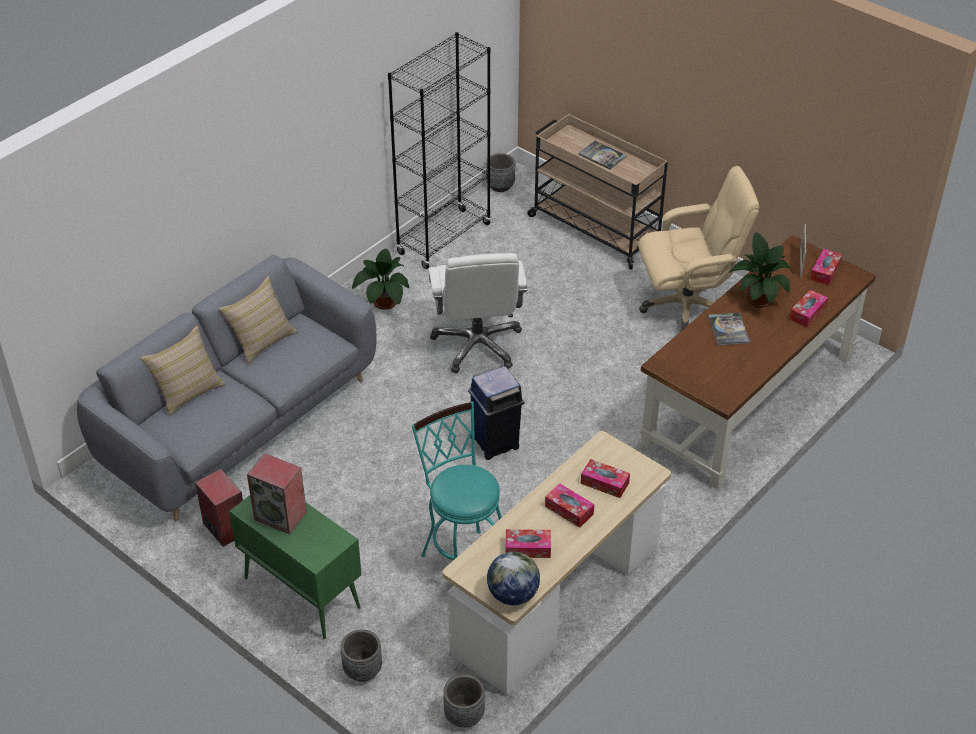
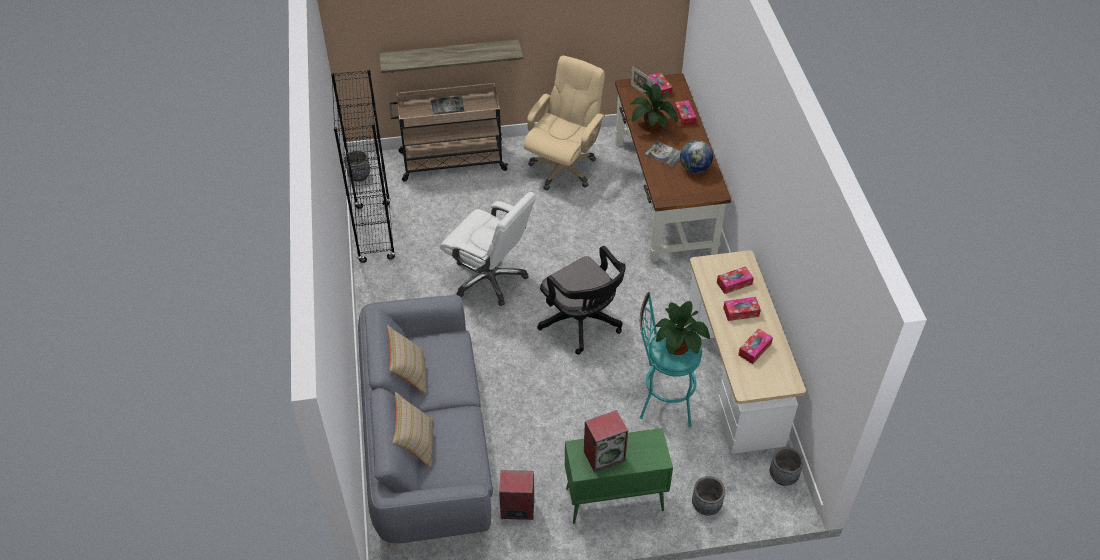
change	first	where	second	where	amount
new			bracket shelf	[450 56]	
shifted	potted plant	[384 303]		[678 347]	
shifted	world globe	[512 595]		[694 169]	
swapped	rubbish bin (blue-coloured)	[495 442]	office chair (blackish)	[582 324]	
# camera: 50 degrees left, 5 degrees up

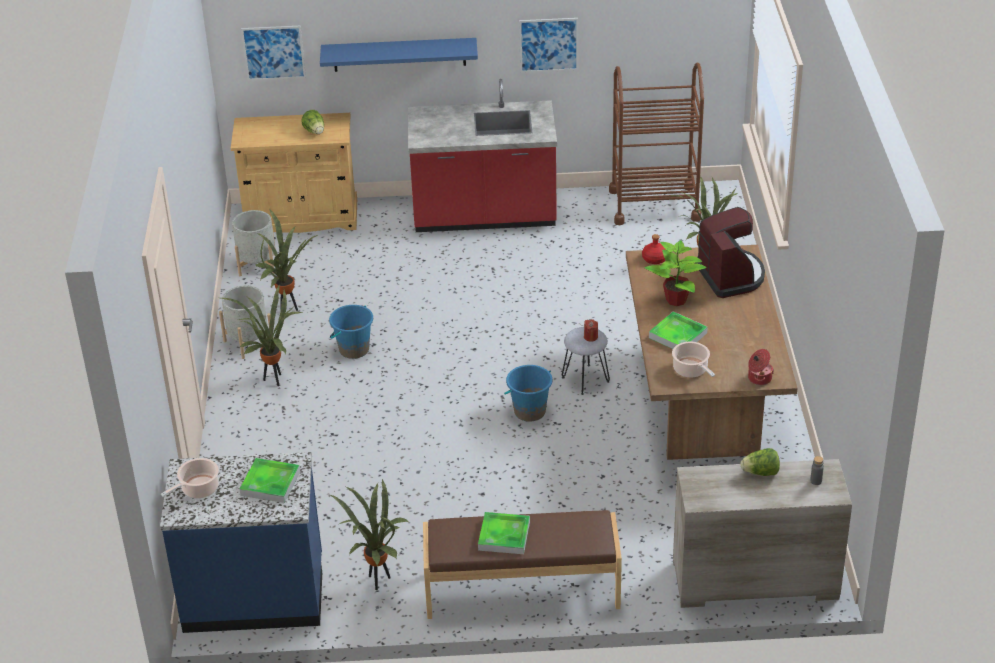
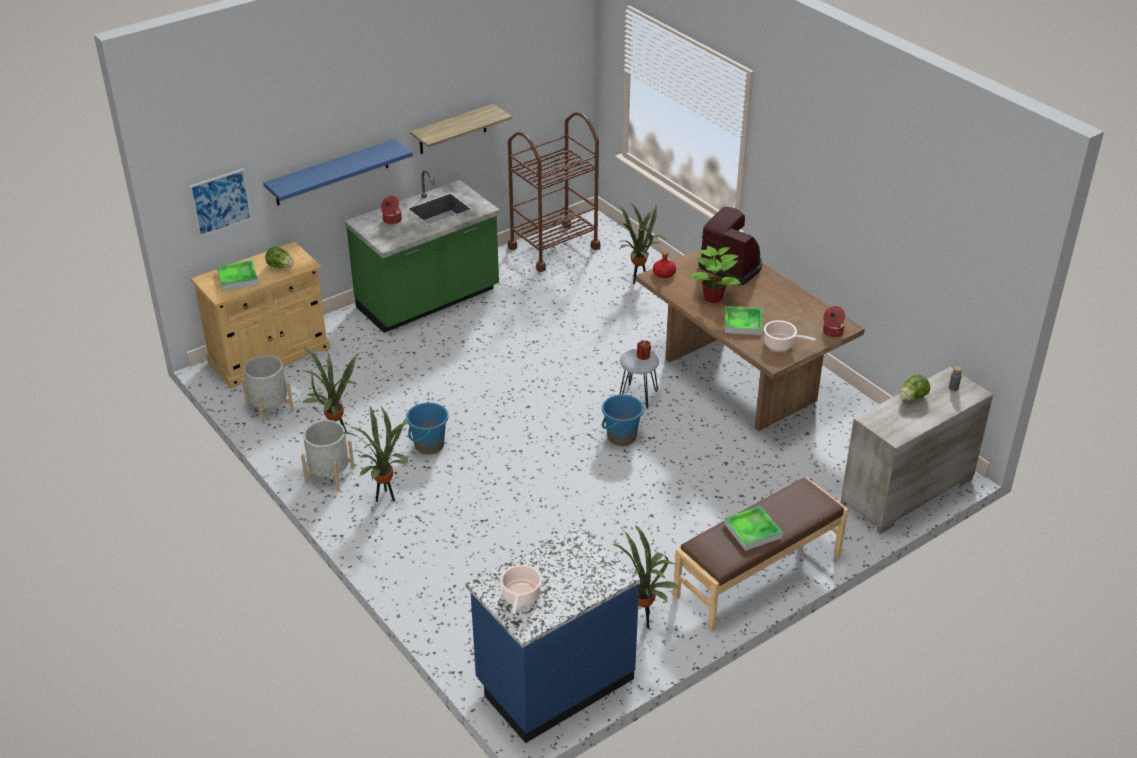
change	first	where	second	where	amount
new			stockpot	[391 220]	
shifted	tray	[270 483]		[238 278]	
swapped	wall picture	[548 45]	bracket shelf	[452 129]	
repainted	counter (reddish)	[484 216]	counter (green)	[428 300]	
# camera: 35 degrees left, 0 degrees up

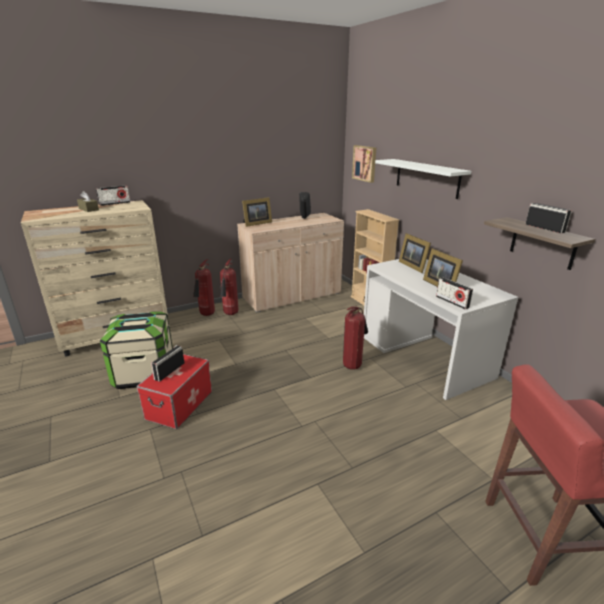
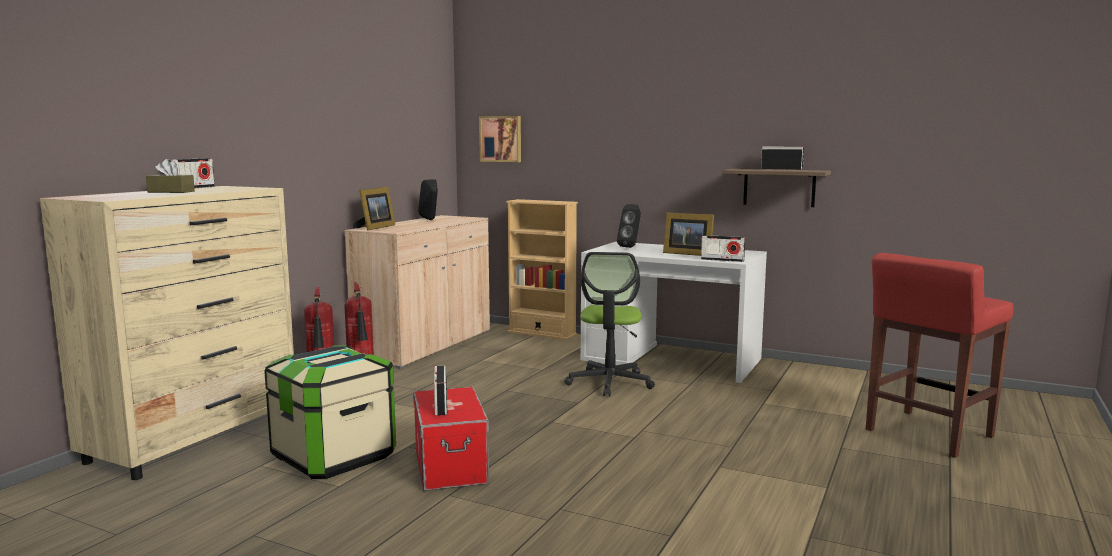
change	first	where	second	where	amount
gone	bracket shelf (whitish)	[426 178]			
swapped	extinguisher	[353 365]	office chair	[609 382]	
swapped	standing frame	[413 266]	loudspeaker (blackish)	[630 247]	
# camera: 35 degrees left, 15 degrees down

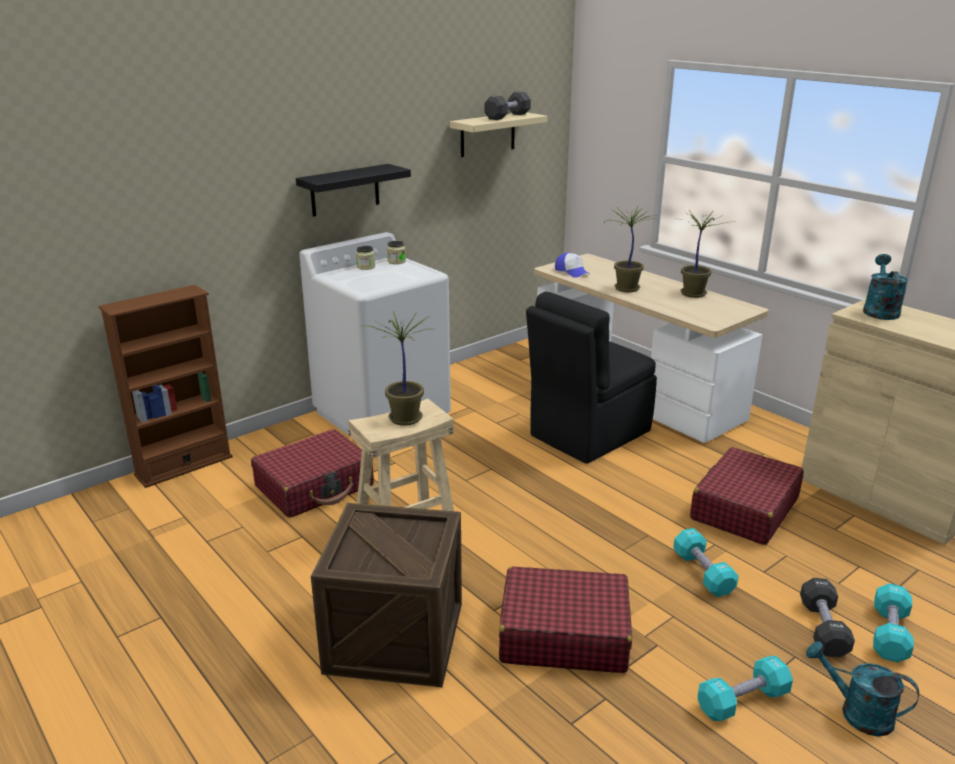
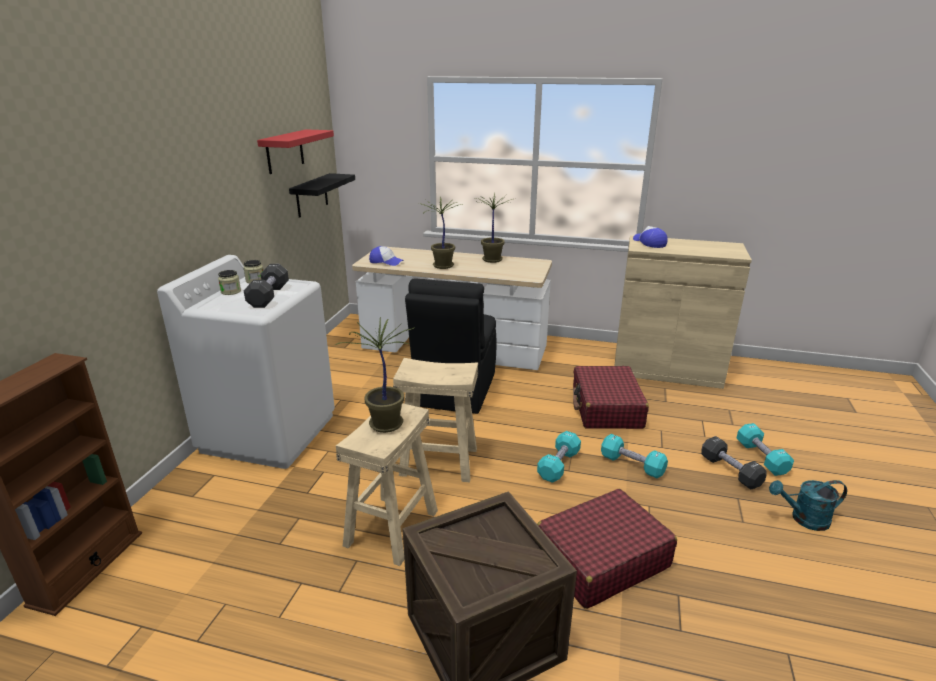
change	first	where	second	where	amount
gone	suitcase (reddish)	[315 486]			
new			sitting stool (beige-coloured)	[439 461]	
shifted	bracket shelf (blackish)	[345 190]		[311 195]	
shifted	free weight (blackish)	[507 116]		[269 296]	
shifted	free weight (blue-green)	[742 701]		[558 465]	
swapped	sprinkling can (blue-green)	[879 310]	baseball cap	[649 242]	
repainted	bracket shelf (beige-coloured)	[487 134]	bracket shelf (reddish)	[285 151]	
# camera: 35 degrees left, 0 degrees up

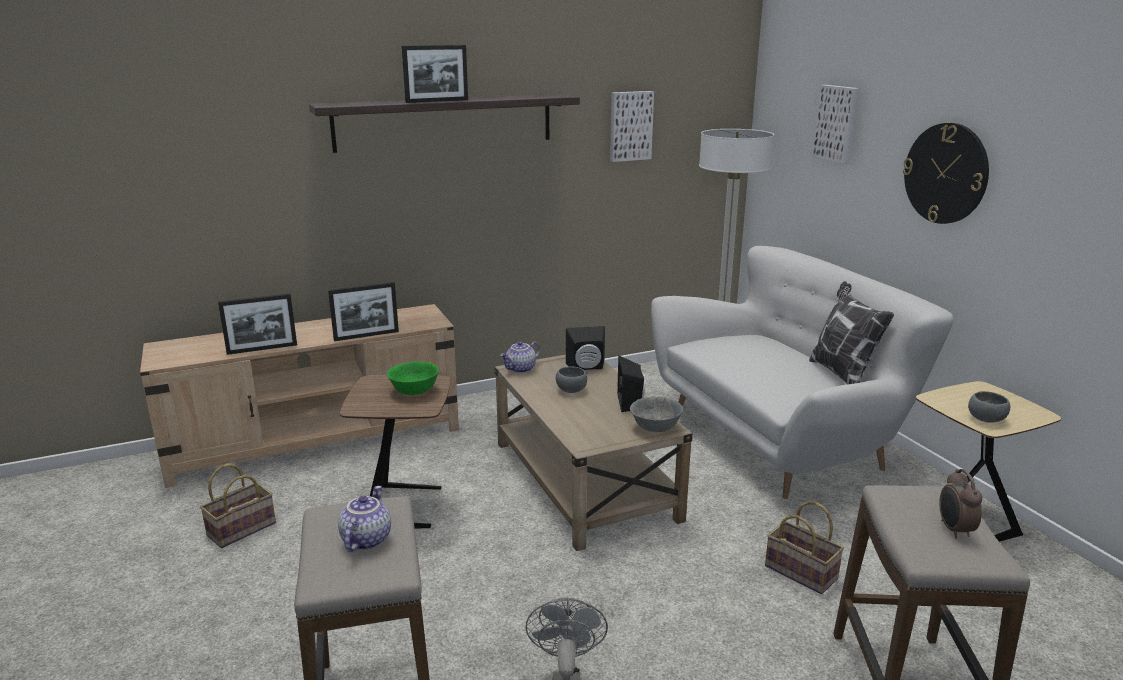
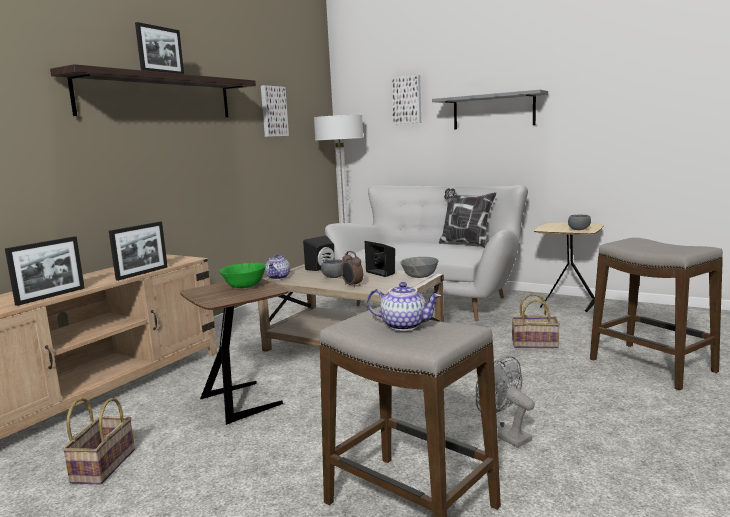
change	first	where	second	where	amount
shifted	table clock	[954 530]		[352 285]	
swapped	wall clock	[946 173]	bracket shelf (grey)	[493 111]	
rotated	pot for tea	[365 539]		[404 325]	135 degrees clockwise
# camera: 35 degrees left, 10 degrees down

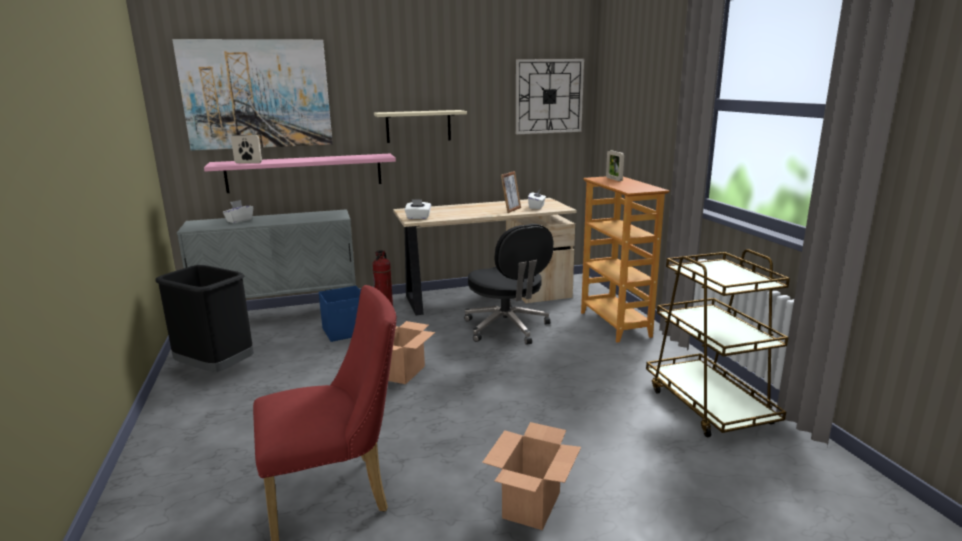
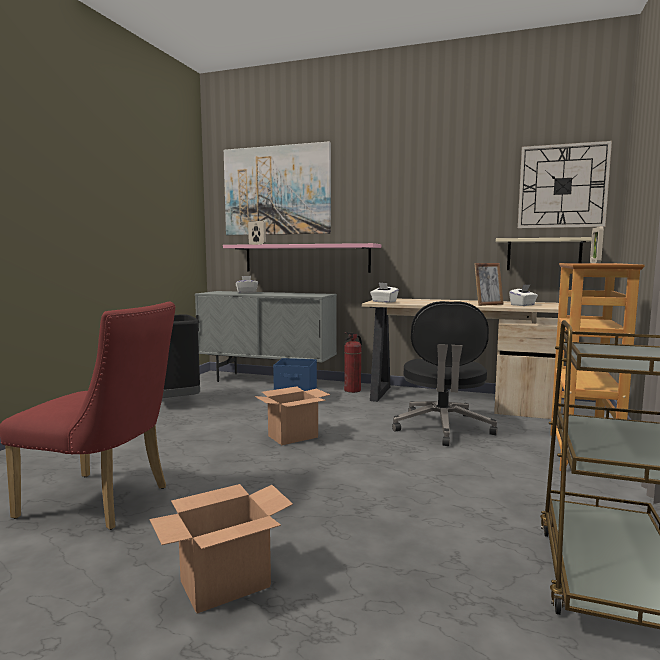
change	first	where	second	where	amount
shifted	bracket shelf (beige-coloured)	[418 126]		[543 254]	
# camera: 35 degrees right, 10 degrees down

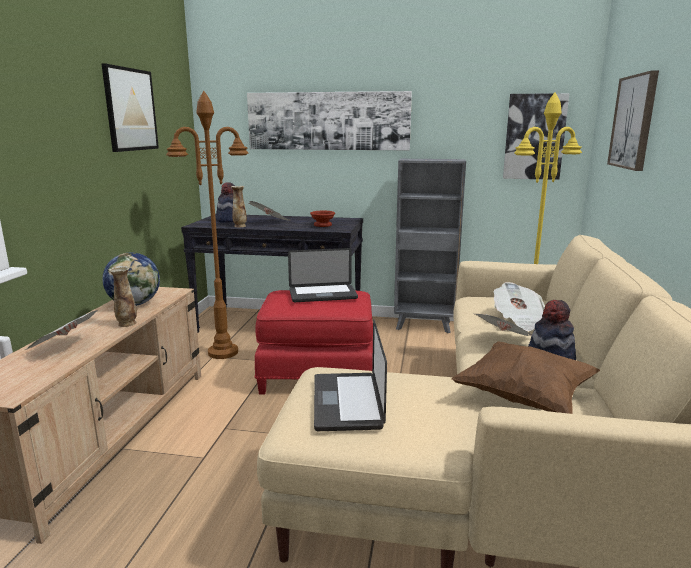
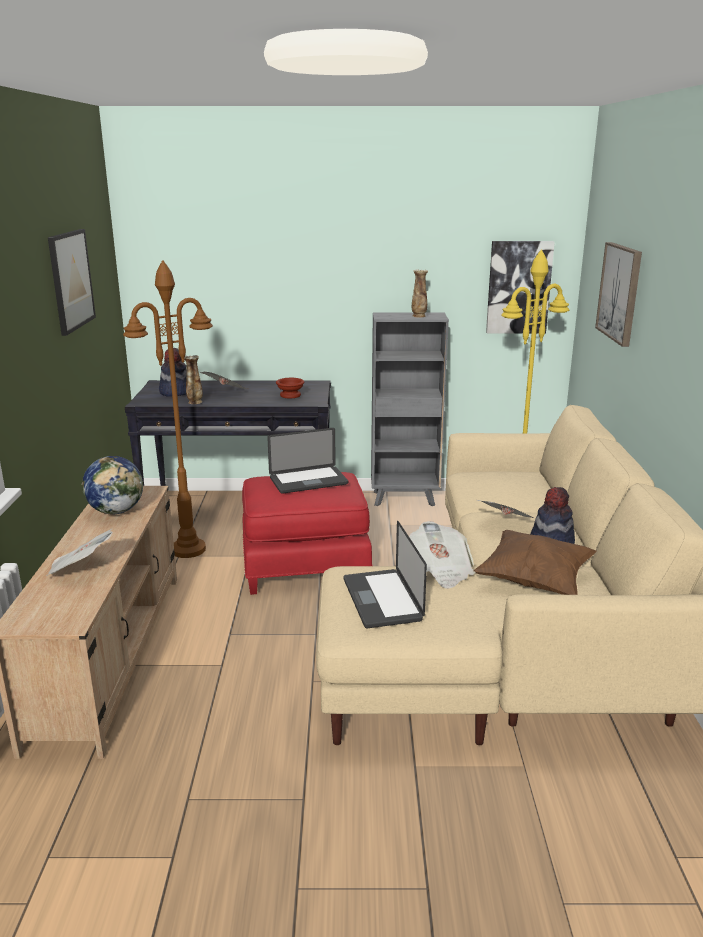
change	first	where	second	where	amount
gone	wall picture	[328 121]			
shifted	flower vase	[127 324]		[419 316]	
shifted	printed paper	[519 321]		[441 571]	
# camera: 10 degrees left, 5 degrees up

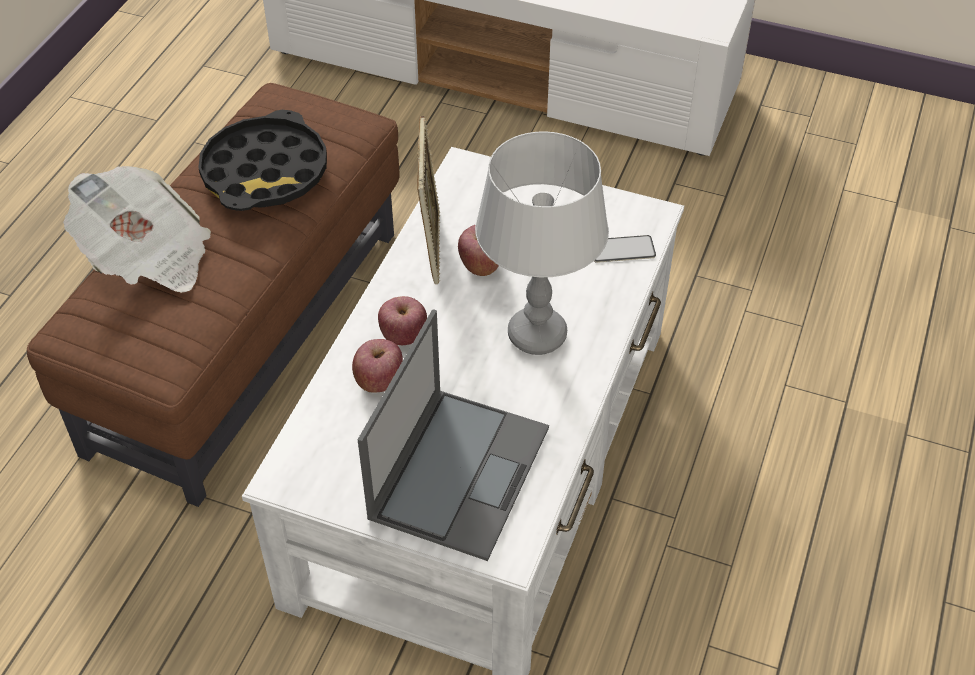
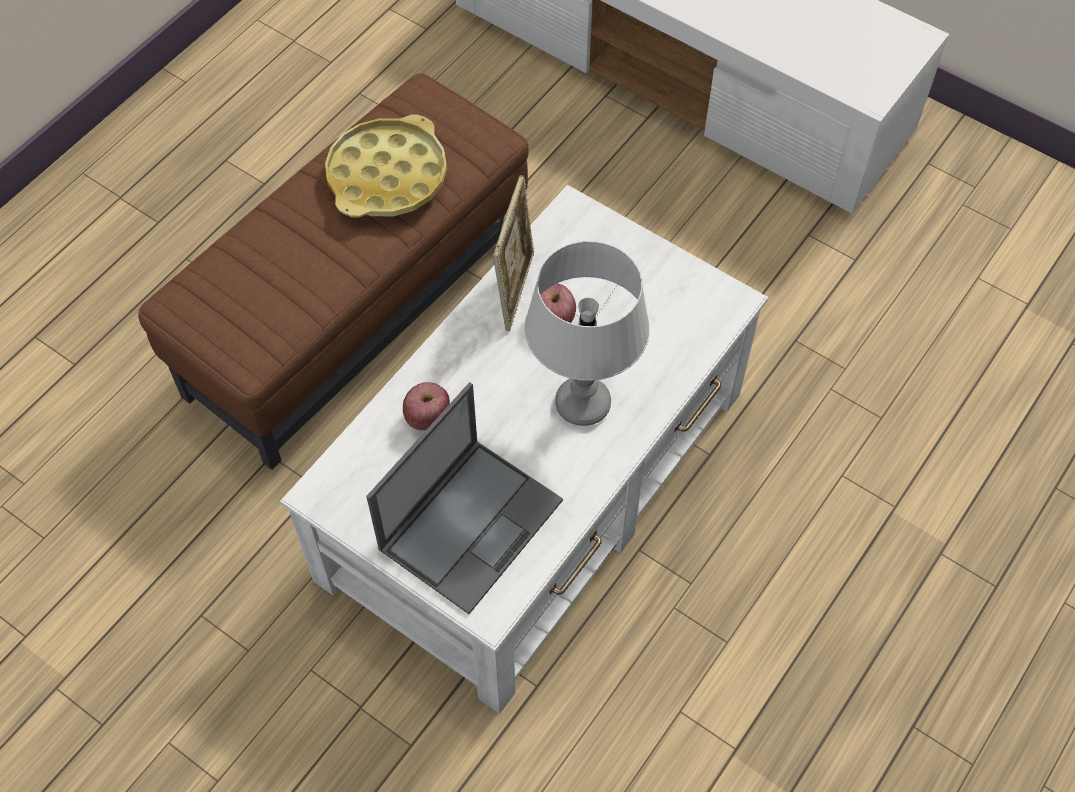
change	first	where	second	where	amount
gone	printed paper	[147 256]			
gone	apple	[403 336]			
gone	telephone	[622 249]			
repainted	tray (blackish)	[265 172]	tray (yellow-coloured)	[387 176]	
# camera: 15 degrees right, 10 degrees up

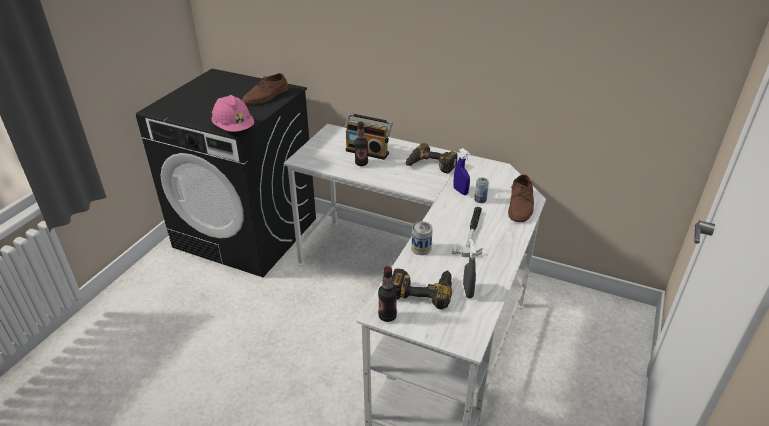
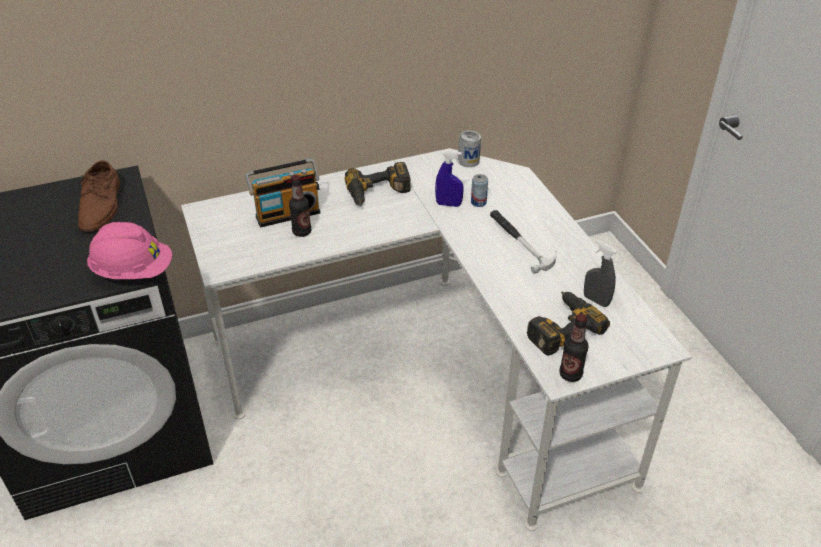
change	first	where	second	where	amount
gone	low shoe (brownish)	[521 205]			
shifted	metal can	[421 248]		[468 161]	
# camera: 45 degrees left, 5 degrees up

